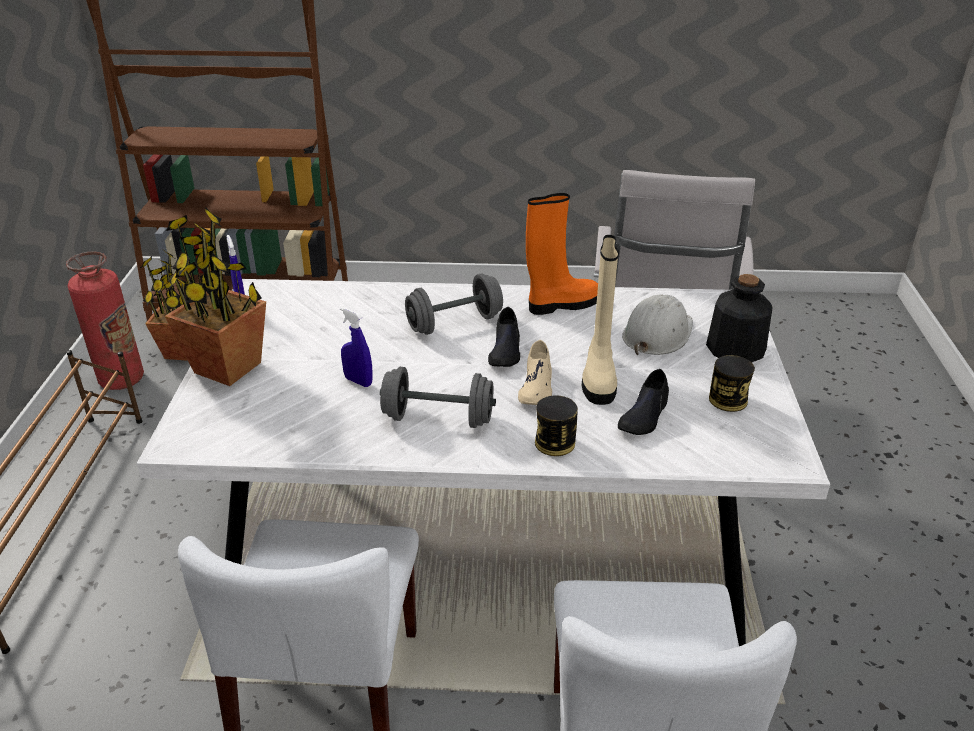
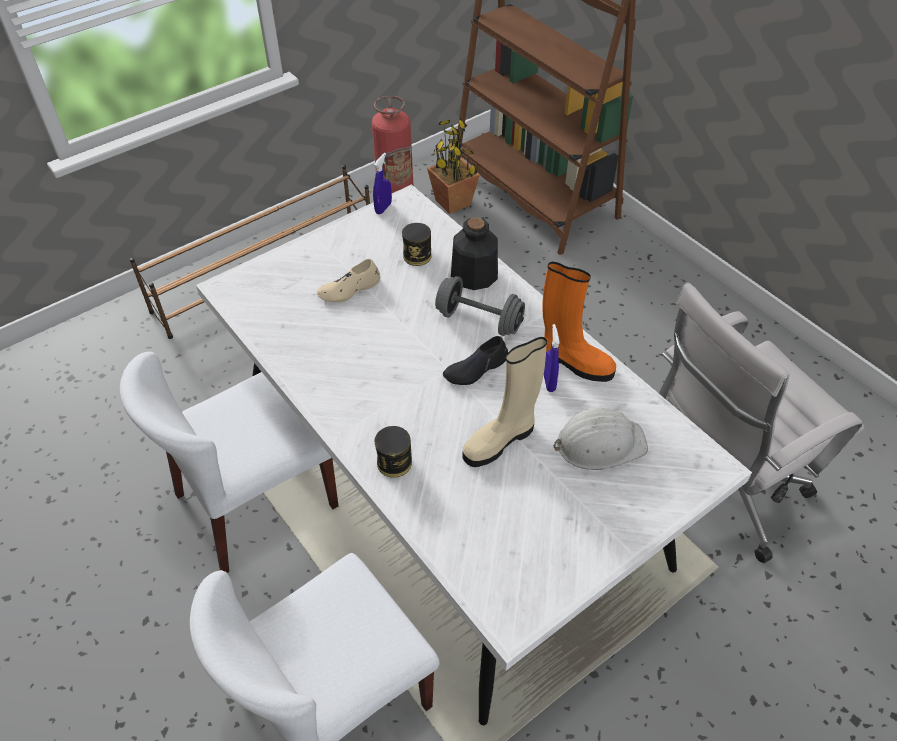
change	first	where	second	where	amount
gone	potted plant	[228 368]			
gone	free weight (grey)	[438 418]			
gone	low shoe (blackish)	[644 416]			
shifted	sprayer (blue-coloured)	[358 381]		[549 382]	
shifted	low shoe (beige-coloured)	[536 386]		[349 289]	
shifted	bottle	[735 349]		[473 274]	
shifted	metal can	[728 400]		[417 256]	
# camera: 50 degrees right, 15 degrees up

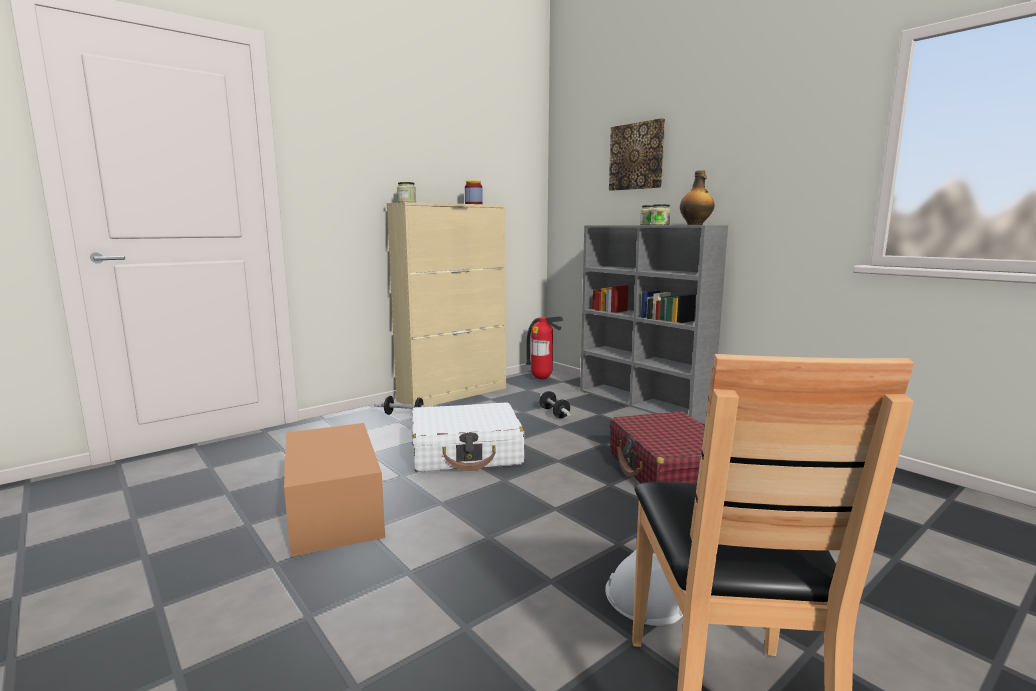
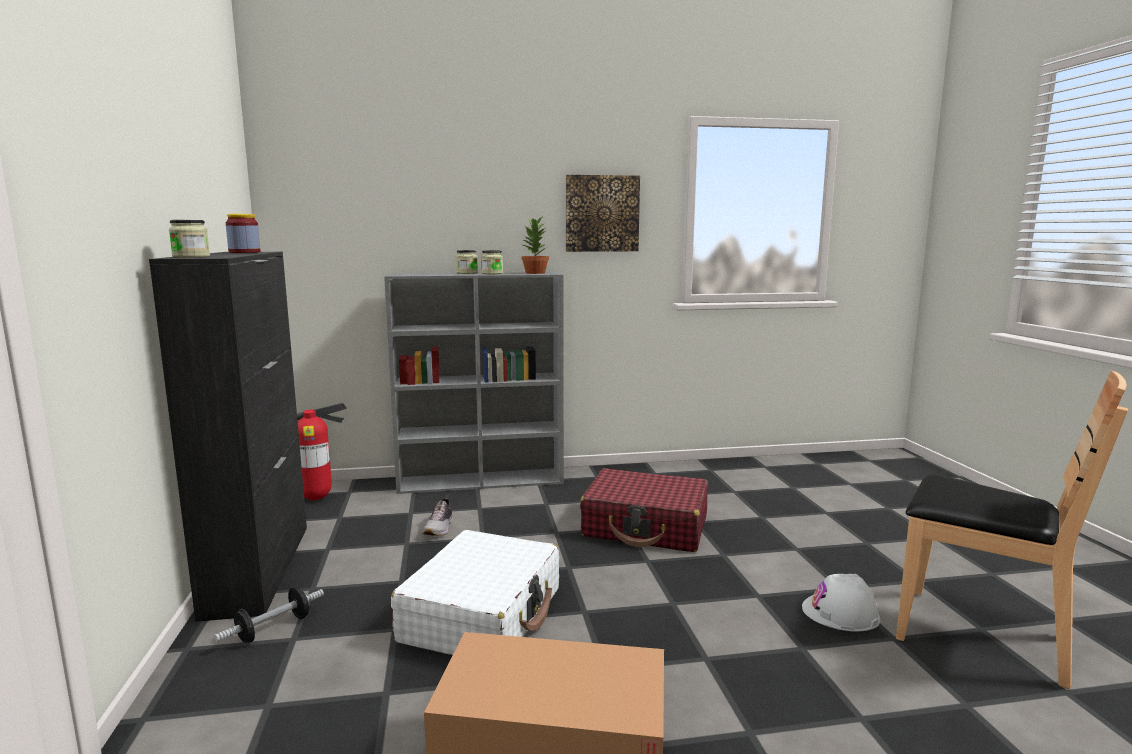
change	first	where	second	where	amount
shifted	wall picture	[637 156]		[601 213]	
swapped	free weight	[554 413]	low shoe	[440 528]	
swapped	bottle	[695 225]	potted plant	[535 273]	
repainted	storage cabinet (beige-coloured)	[453 394]	storage cabinet (blackish)	[259 568]	
# camera: 60 degrees left, 0 degrees up

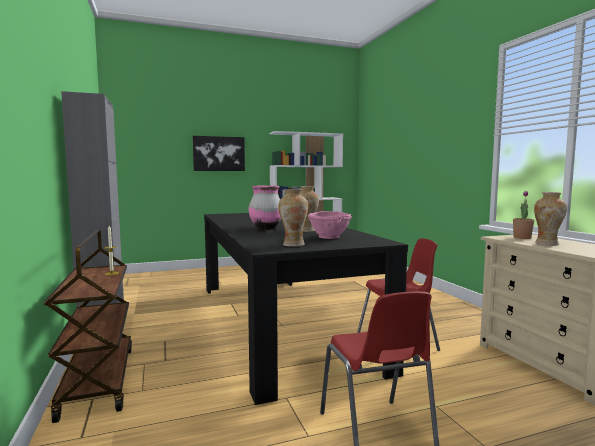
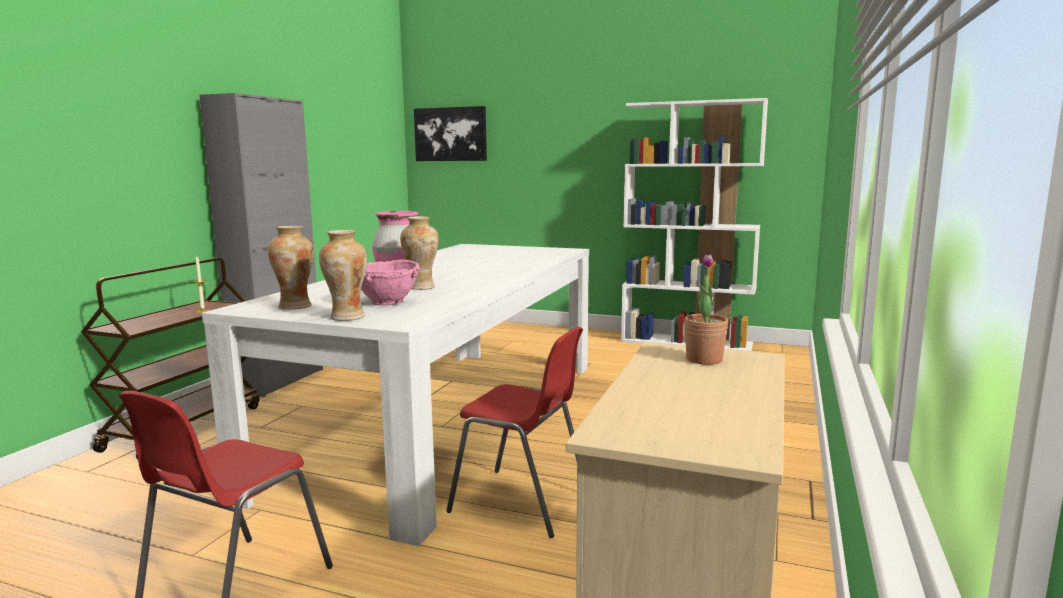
change	first	where	second	where	amount
shifted	wall picture	[219 153]		[450 134]	
shifted	flower vase	[547 244]		[347 317]	
repainted	dinner table (blackish)	[277 321]	dinner table (whitish)	[449 419]	
# camera: 40 degrees right, 5 degrees up

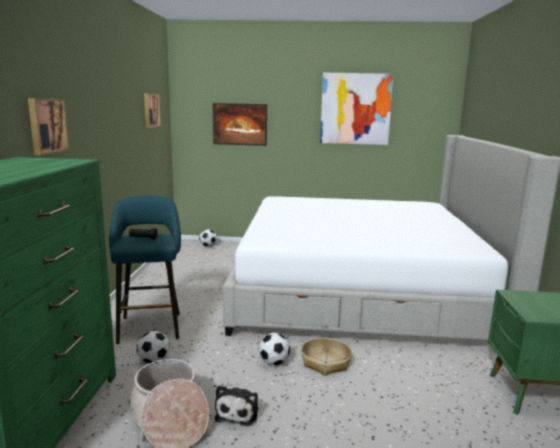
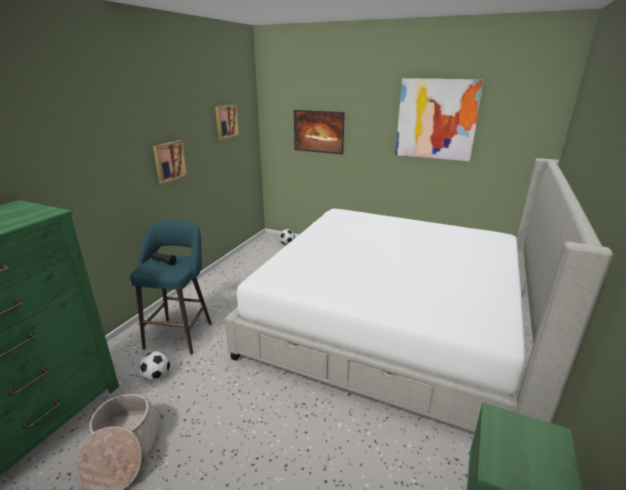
change	first	where	second	where	amount
gone	soft toy	[238 412]			
gone	ball for football	[274 362]			
gone	storage basket	[326 362]			
shifted	wall picture	[46 125]		[169 161]	
# camera: 20 degrees right, 10 degrees up

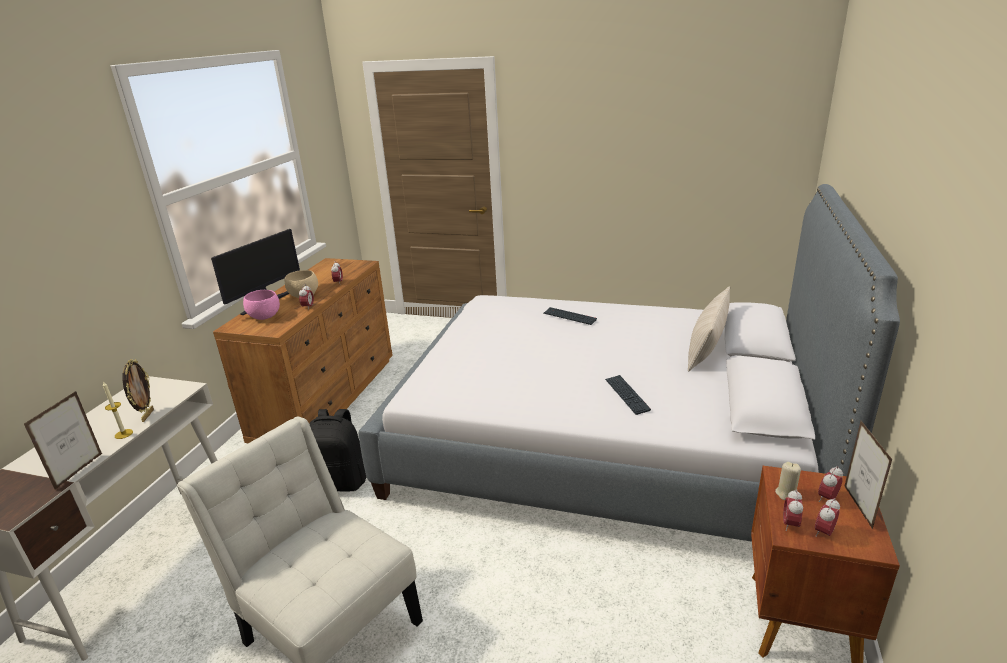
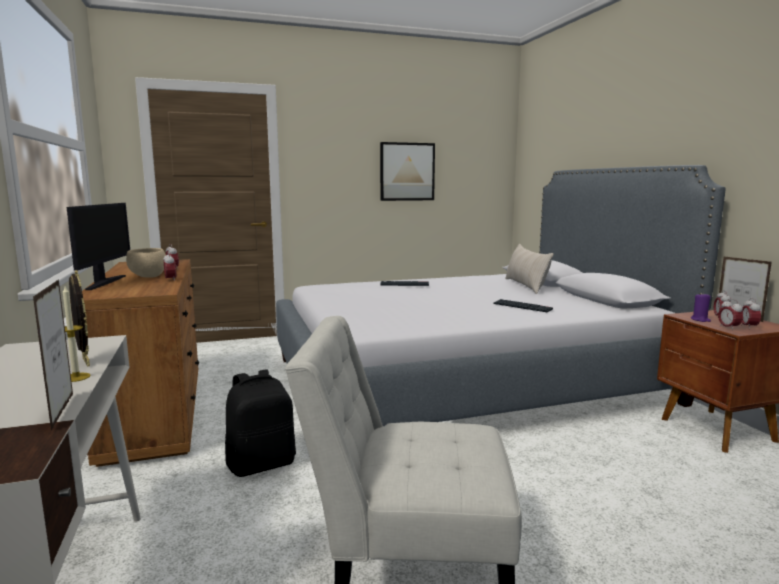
change	first	where	second	where	amount
gone	bowl (pink-coloured)	[265 317]			
new			wall picture	[407 171]	
repainted	wax light (beige-coloured)	[787 494]	wax light (purplish)	[700 320]	
# camera: 35 degrees left, 15 degrees down

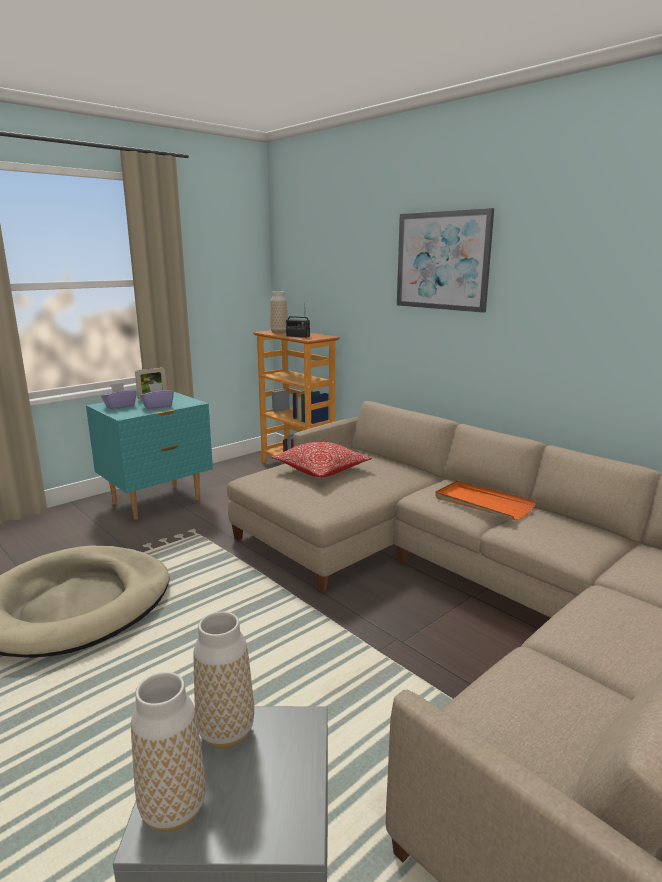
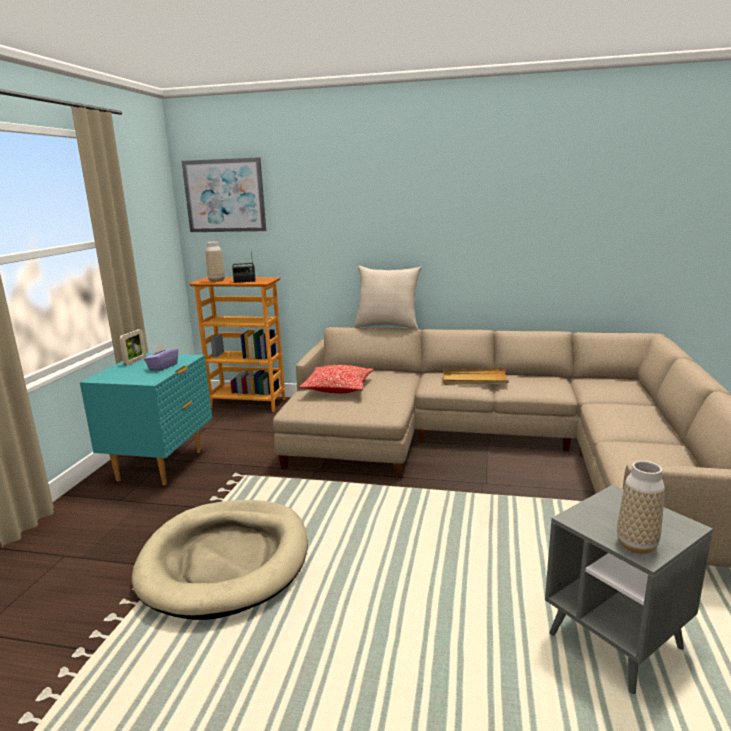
change	first	where	second	where	amount
gone	tissue holder (purplish)	[120 406]			
gone	flower vase	[226 732]			
new			throw pillow (beige-coloured)	[387 326]	
shifted	wall picture	[442 261]		[224 196]	
repainted	tray (orange)	[483 503]	tray (beige-coloured)	[474 380]	
# camera: 35 degrees left, 0 degrees up

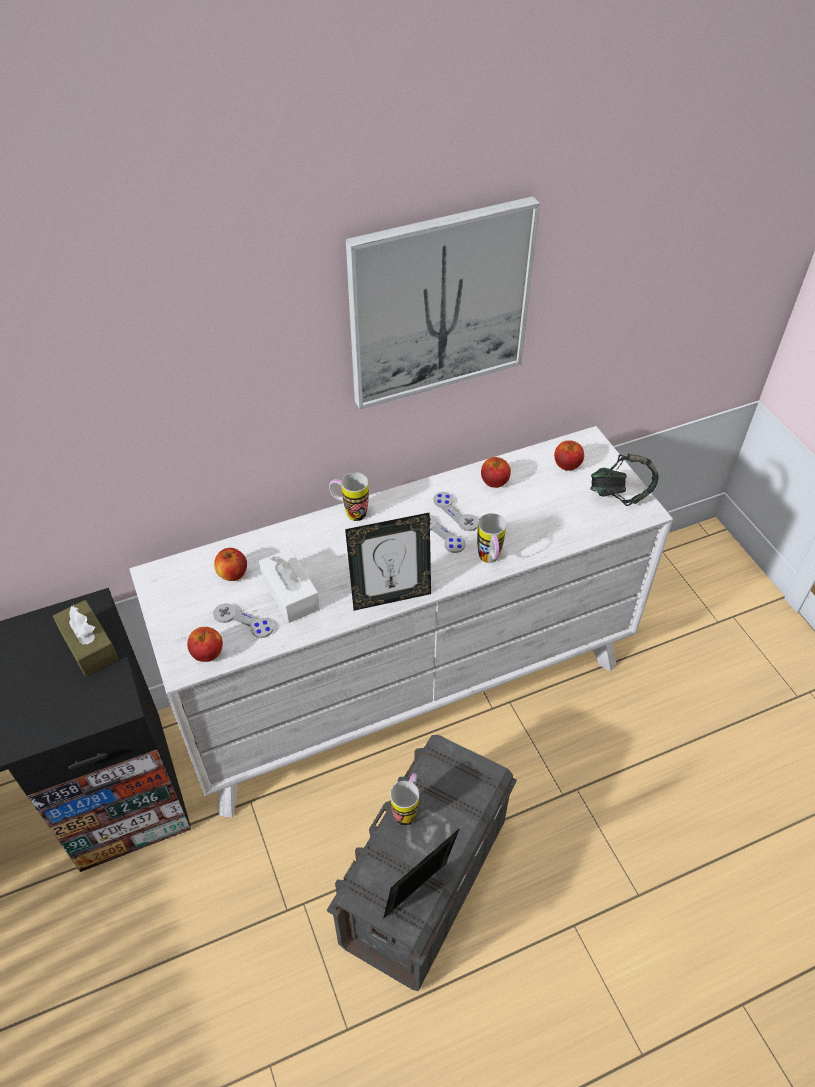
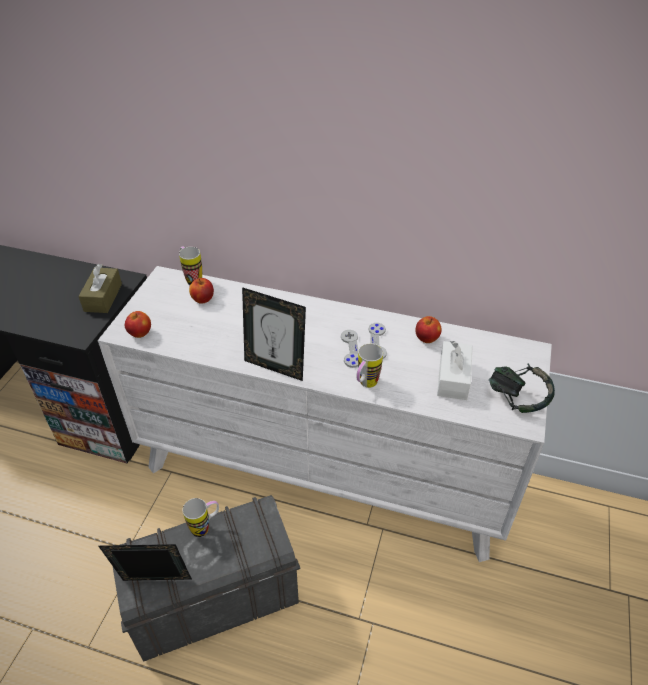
change	first	where	second	where	amount
gone	gamepad (grey)	[243 621]			
gone	wall picture	[439 304]			
gone	apple	[567 465]			
shifted	tissue holder (whitish)	[290 594]		[453 378]	
shifted	coffee mug	[350 513]		[192 279]	
# camera: 40 degrees right, 5 degrees down

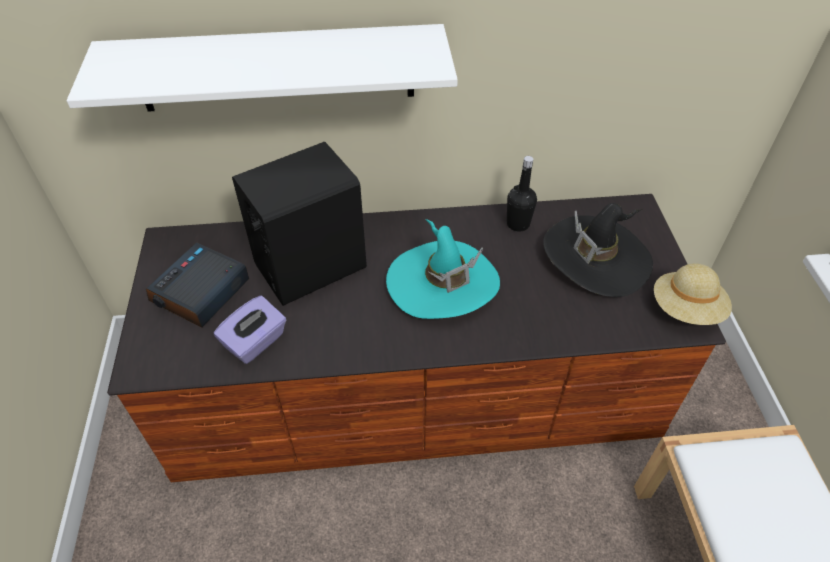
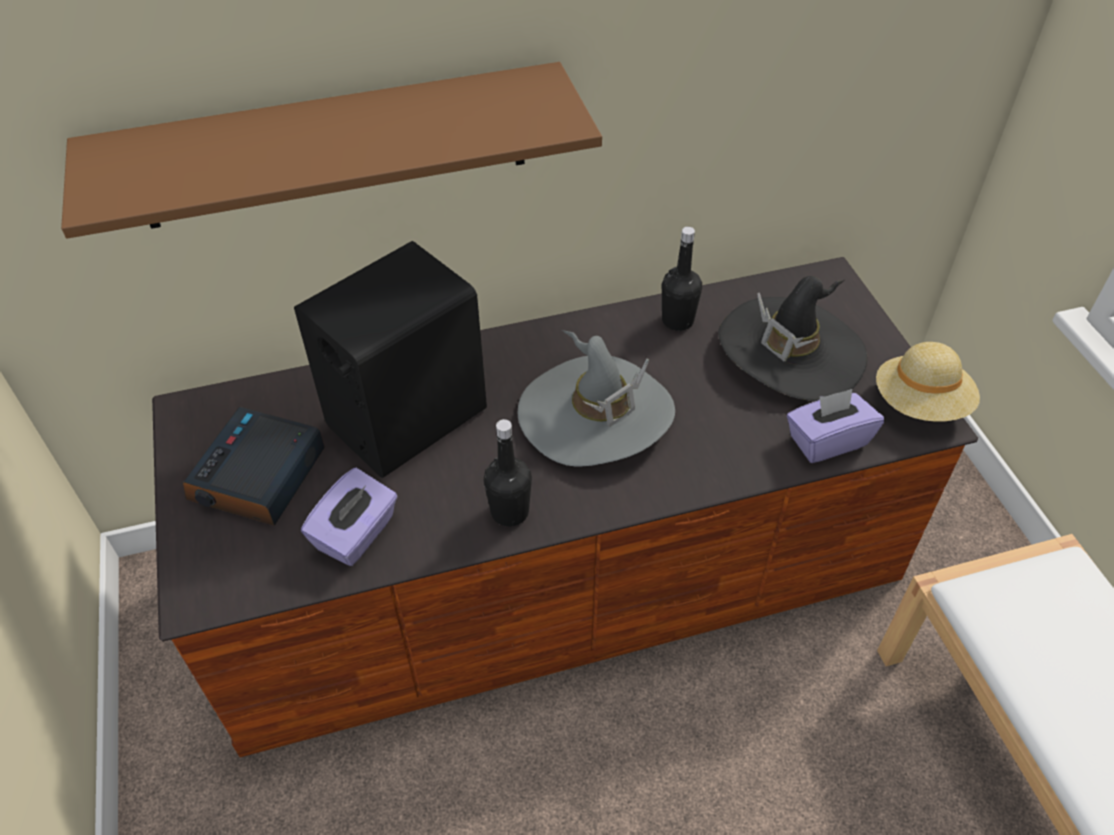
change	first	where	second	where	amount
new			bottle (blackish)	[510 512]	
new			tissue holder (purplish)	[827 441]	
repainted	bracket shelf (whitish)	[276 68]	bracket shelf (brownish)	[334 147]	
repainted	hat (blue-green)	[442 283]	hat (grey)	[596 415]	
# camera: 10 degrees left, 0 degrees up

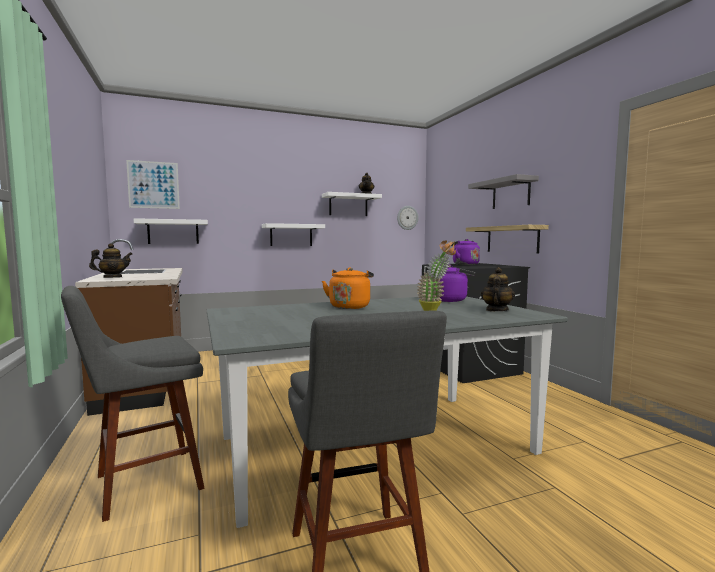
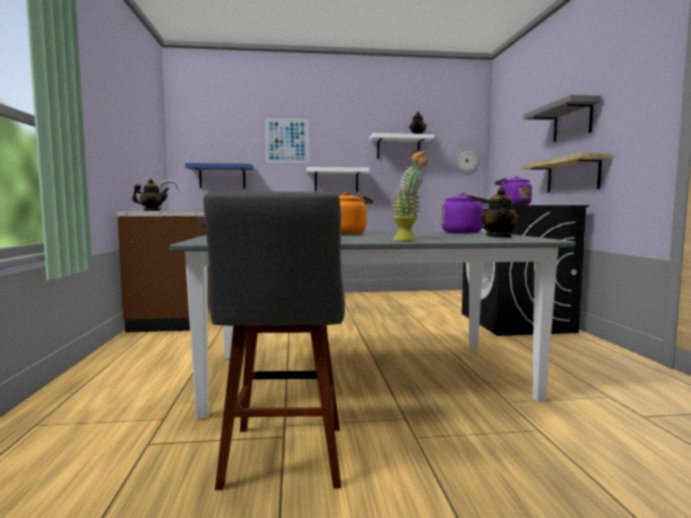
change	first	where	second	where	amount
gone	sitting stool (grey)	[142 484]			
shifted	wall picture	[153 185]		[287 141]	
repainted	bracket shelf (whitish)	[173 232]	bracket shelf (blue-coloured)	[222 177]	
rotated	pot for tea	[496 310]		[499 237]	150 degrees clockwise
# camera: 15 degrees right, 0 degrees up

